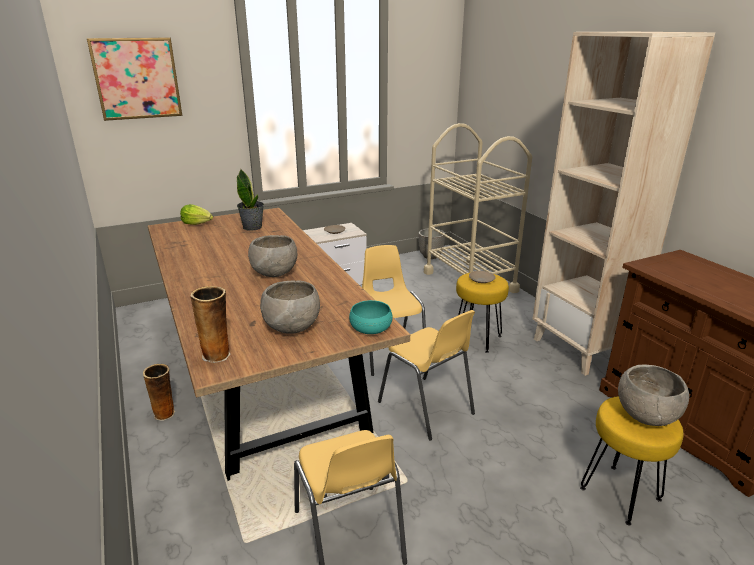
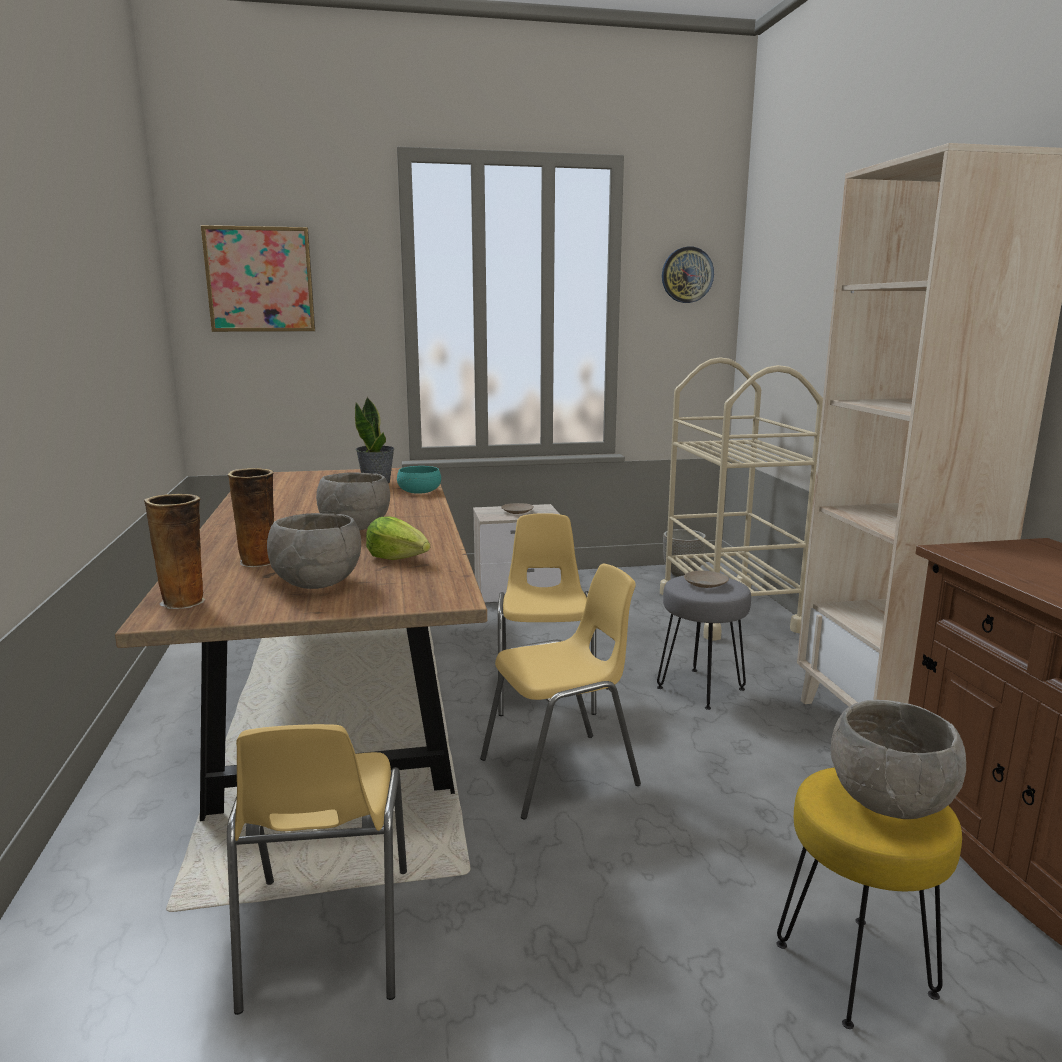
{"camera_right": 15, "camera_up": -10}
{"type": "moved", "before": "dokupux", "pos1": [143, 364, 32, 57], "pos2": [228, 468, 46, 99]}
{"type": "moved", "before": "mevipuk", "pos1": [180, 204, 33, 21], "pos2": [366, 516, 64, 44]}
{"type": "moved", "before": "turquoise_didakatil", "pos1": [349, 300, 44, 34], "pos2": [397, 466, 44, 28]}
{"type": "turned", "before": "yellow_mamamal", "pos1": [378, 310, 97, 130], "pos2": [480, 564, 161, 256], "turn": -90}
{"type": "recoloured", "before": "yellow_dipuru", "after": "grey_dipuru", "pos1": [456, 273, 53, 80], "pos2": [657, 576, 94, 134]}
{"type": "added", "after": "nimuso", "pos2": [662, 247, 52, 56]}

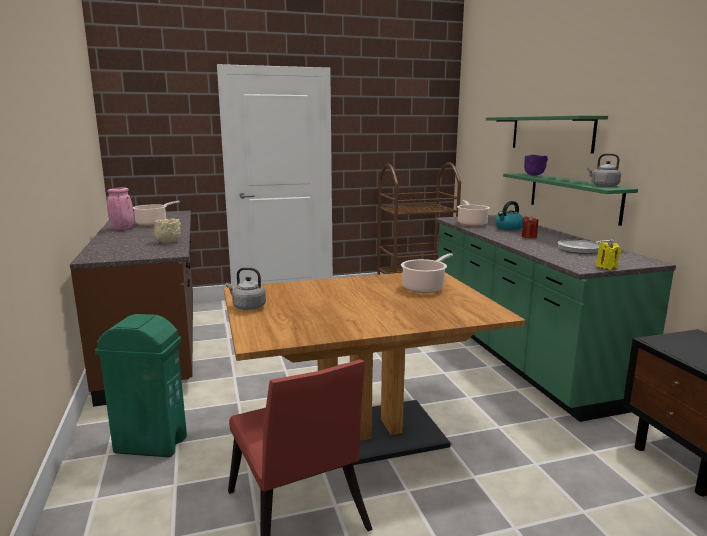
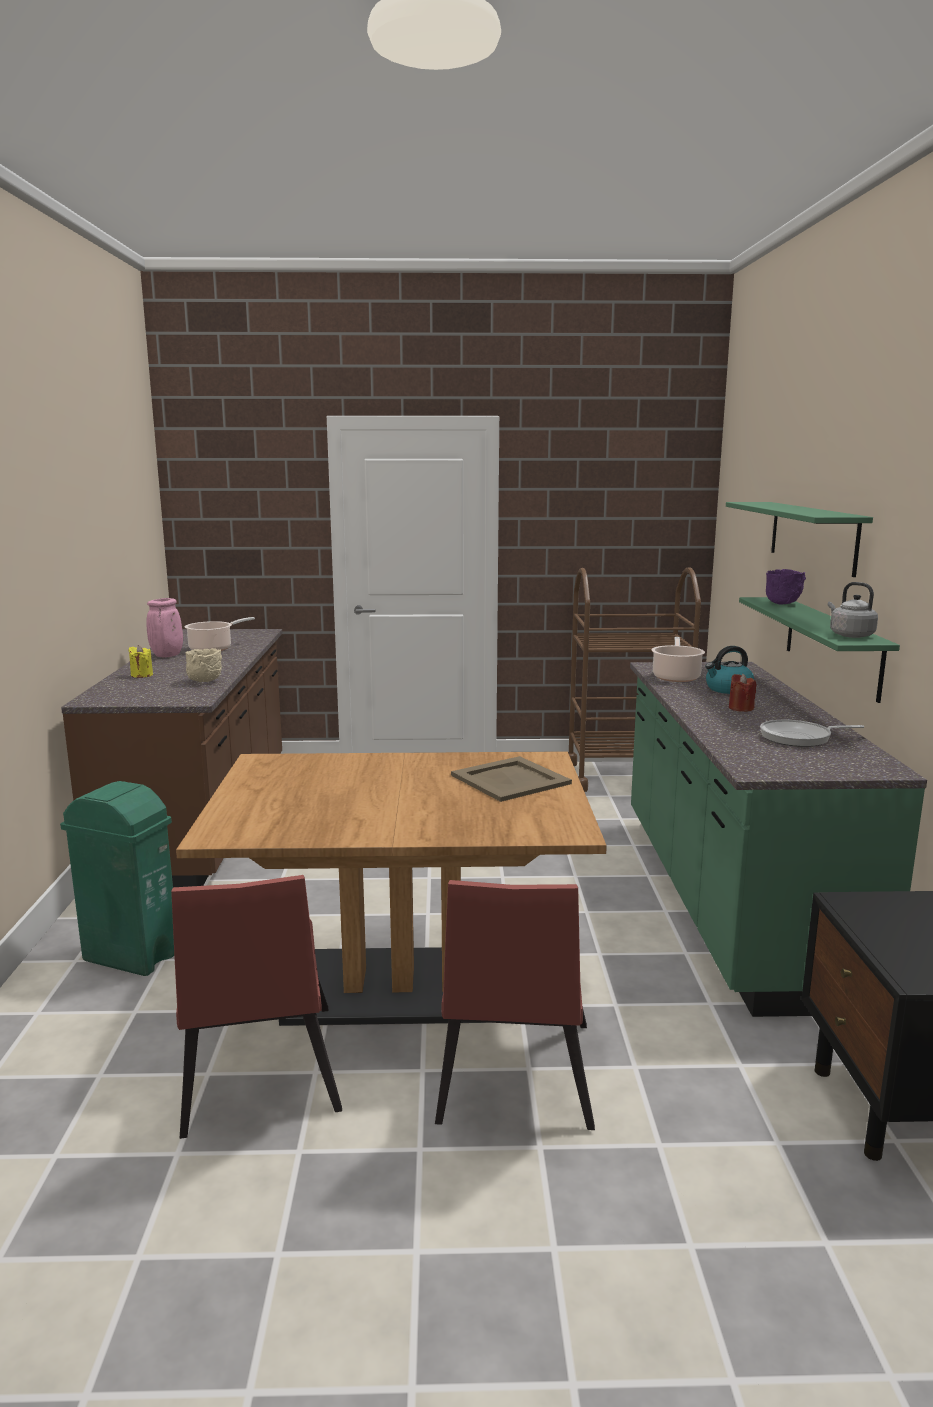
{"camera_right": 15, "camera_up": 0}
{"type": "removed", "before": "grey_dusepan", "pos1": [226, 267, 40, 43]}
{"type": "replaced", "before": "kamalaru", "after": "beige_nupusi", "pos1": [401, 253, 52, 40], "pos2": [451, 756, 121, 46]}
{"type": "moved", "before": "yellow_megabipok", "pos1": [596, 240, 25, 30], "pos2": [128, 645, 25, 33]}
{"type": "added", "after": "red_mamamal", "pos2": [435, 880, 160, 250]}

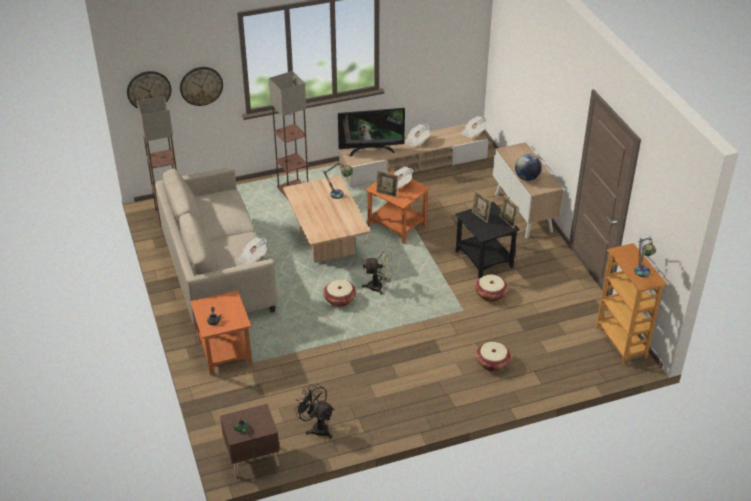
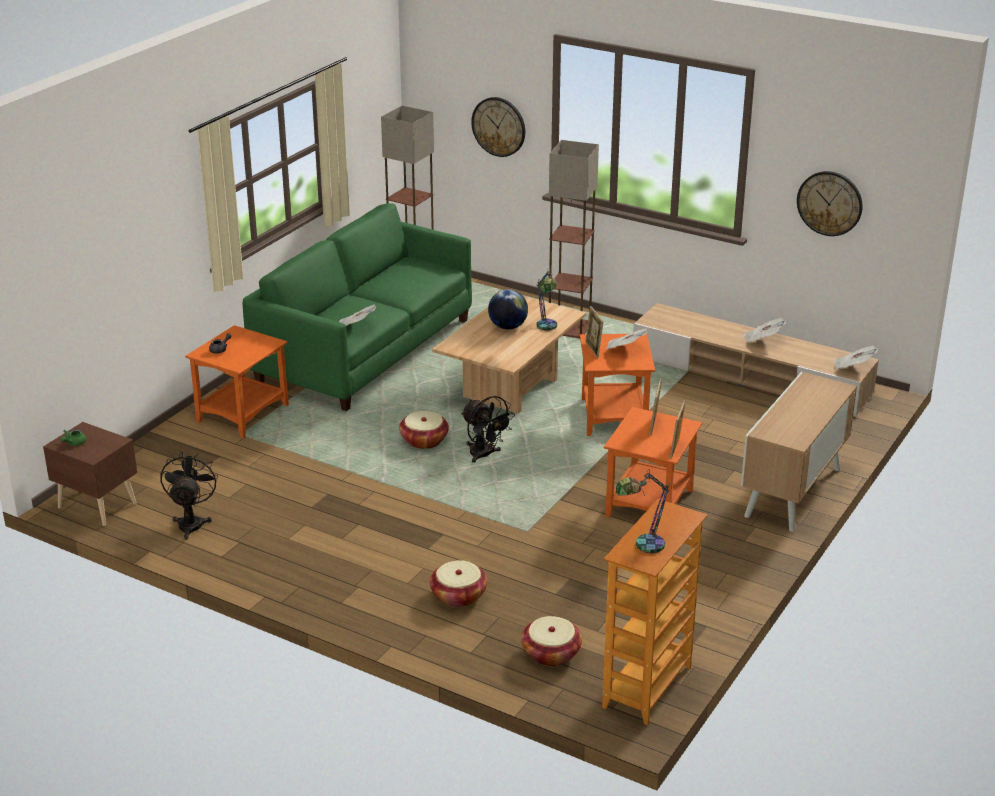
{"camera_right": 50, "camera_up": -10}
{"type": "moved", "before": "nimuso", "pos1": [127, 71, 44, 37], "pos2": [797, 171, 66, 65]}
{"type": "recoloured", "before": "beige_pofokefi", "after": "green_pofokefi", "pos1": [155, 167, 123, 162], "pos2": [243, 203, 229, 208]}
{"type": "removed", "before": "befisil", "pos1": [338, 108, 67, 49]}
{"type": "recoloured", "before": "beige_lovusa", "after": "black_lovusa", "pos1": [362, 249, 30, 45], "pos2": [461, 396, 54, 67]}
{"type": "recoloured", "before": "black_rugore", "after": "orange_rugore", "pos1": [455, 202, 65, 76], "pos2": [604, 407, 98, 111]}
{"type": "moved", "before": "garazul", "pos1": [475, 274, 33, 28], "pos2": [521, 616, 61, 50]}
{"type": "moved", "before": "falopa", "pos1": [515, 154, 27, 27], "pos2": [488, 289, 40, 40]}

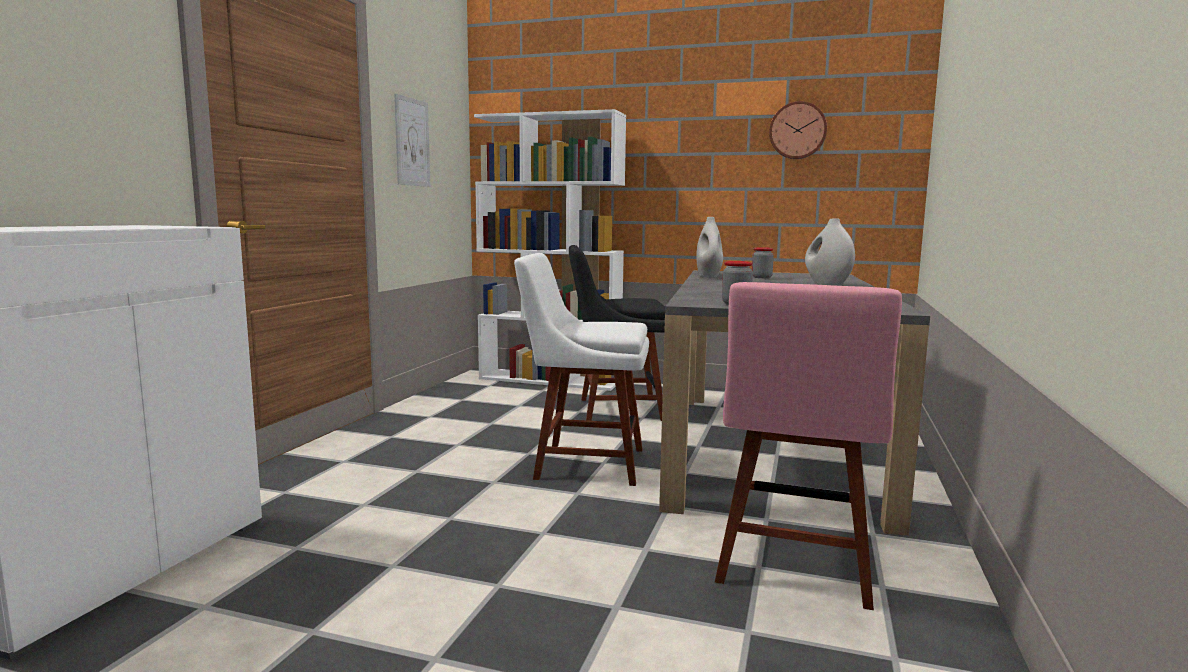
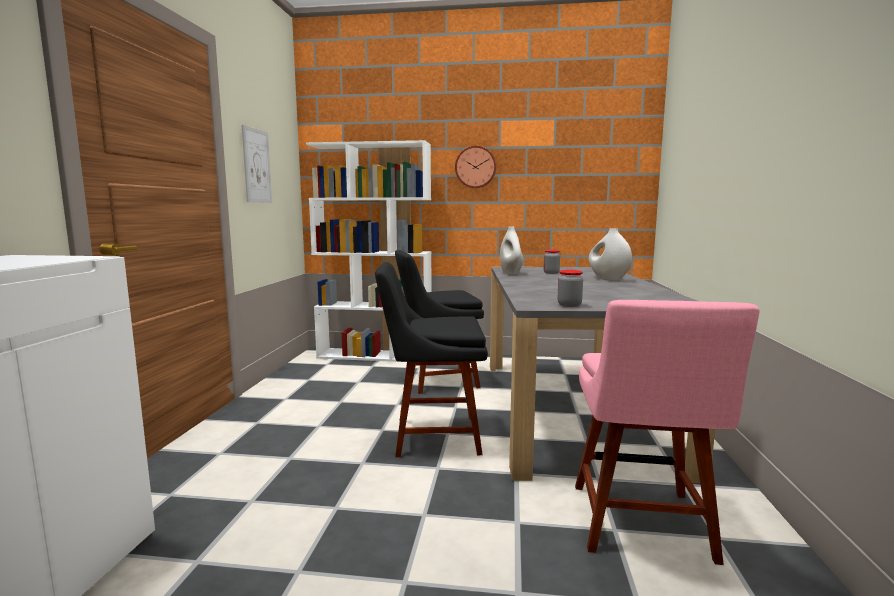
{"camera_right": -10, "camera_up": 0}
{"type": "recoloured", "before": "white_mamamal", "after": "black_mamamal", "pos1": [514, 253, 135, 233], "pos2": [375, 262, 113, 195]}
{"type": "moved", "before": "nimuso", "pos1": [769, 101, 58, 58], "pos2": [455, 146, 41, 42]}

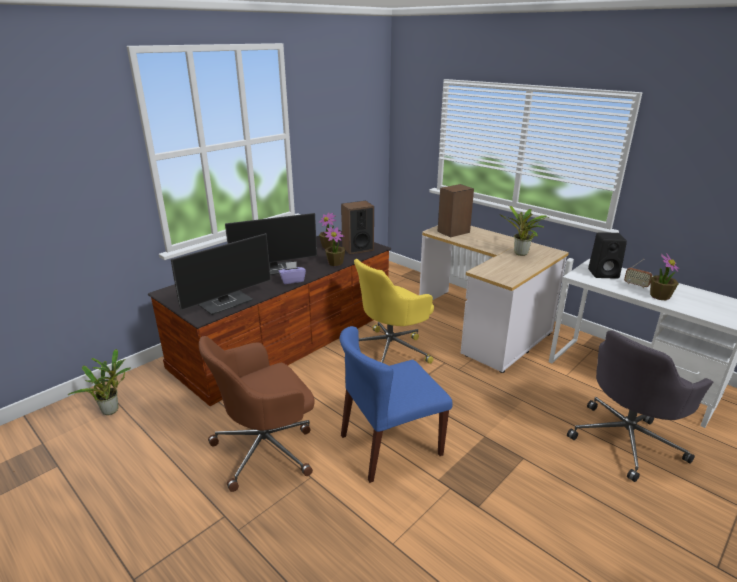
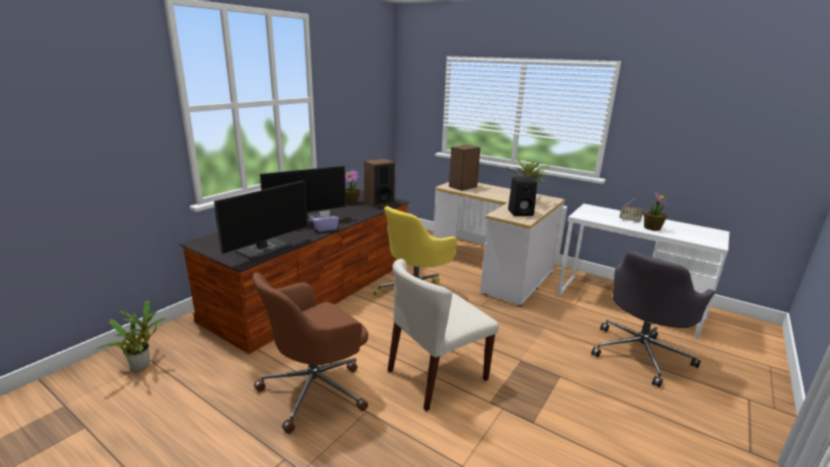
{"camera_right": -10, "camera_up": -5}
{"type": "removed", "before": "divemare", "pos1": [324, 227, 21, 39]}
{"type": "recoloured", "before": "blue_mamamal", "after": "beige_mamamal", "pos1": [340, 326, 113, 157], "pos2": [388, 259, 111, 152]}
{"type": "moved", "before": "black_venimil", "pos1": [588, 232, 39, 47], "pos2": [508, 176, 29, 40]}

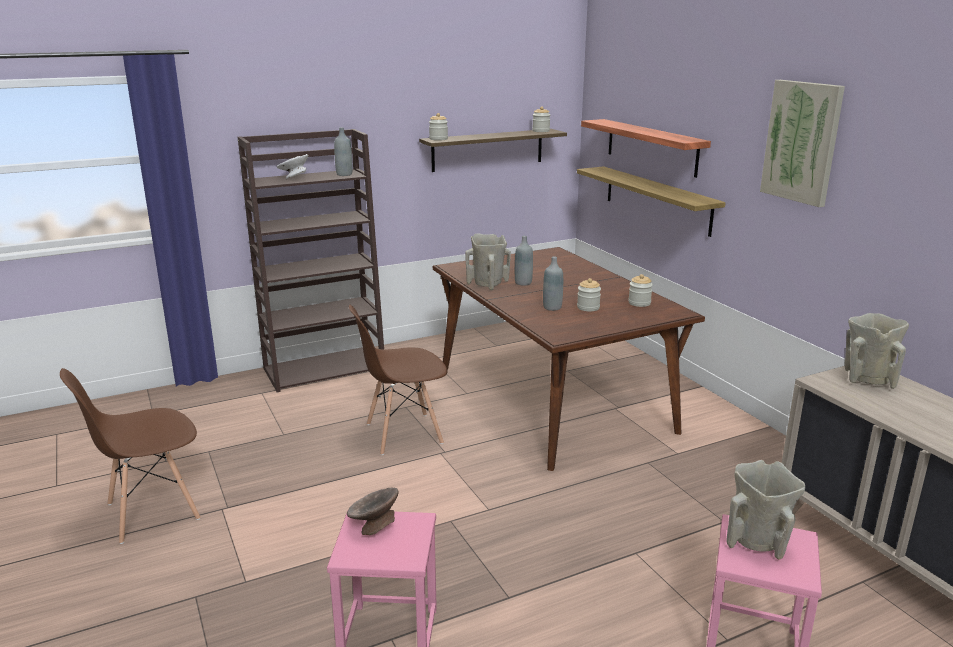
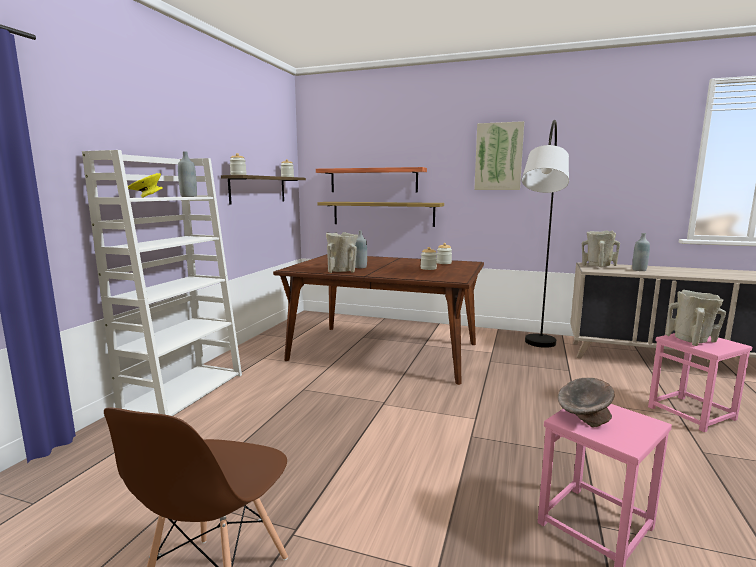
{"camera_right": -45, "camera_up": -10}
{"type": "recoloured", "before": "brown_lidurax", "after": "white_lidurax", "pos1": [238, 129, 146, 263], "pos2": [82, 150, 160, 266]}
{"type": "recoloured", "before": "white_didakatil", "after": "yellow_didakatil", "pos1": [277, 154, 31, 25], "pos2": [128, 173, 35, 25]}
{"type": "removed", "before": "brown_mamamal", "pos1": [349, 305, 99, 150]}
{"type": "moved", "before": "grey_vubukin", "pos1": [543, 257, 20, 54], "pos2": [632, 233, 18, 38]}
{"type": "added", "after": "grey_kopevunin", "pos2": [522, 120, 47, 228]}

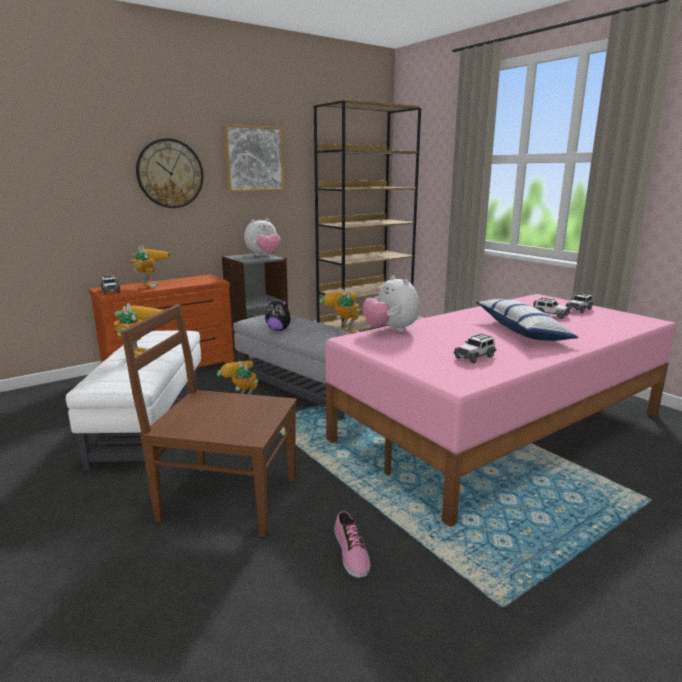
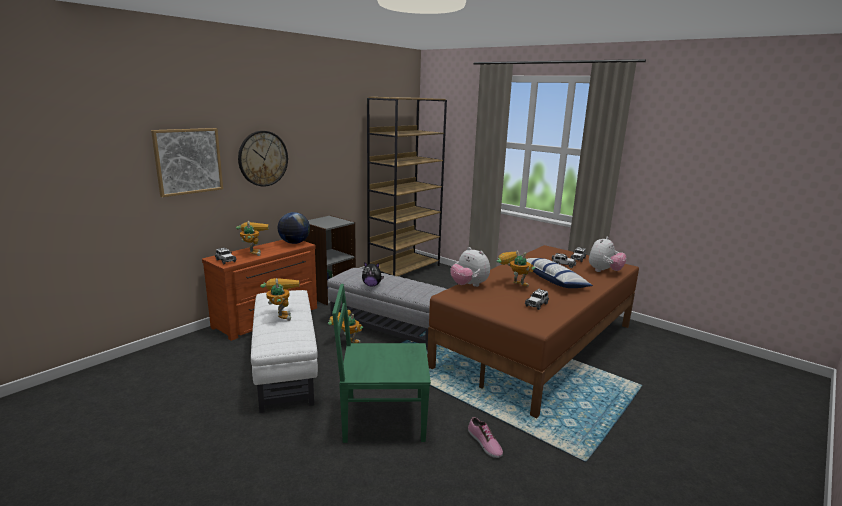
{"camera_right": -15, "camera_up": 0}
{"type": "recoloured", "before": "brown_mamamal", "after": "green_mamamal", "pos1": [121, 304, 176, 233], "pos2": [332, 284, 99, 159]}
{"type": "moved", "before": "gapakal", "pos1": [223, 124, 61, 68], "pos2": [151, 128, 72, 69]}
{"type": "moved", "before": "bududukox", "pos1": [244, 218, 37, 38], "pos2": [589, 237, 38, 35]}
{"type": "moved", "before": "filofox", "pos1": [319, 289, 41, 45], "pos2": [496, 251, 39, 36]}
{"type": "recoloured", "before": "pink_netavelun", "after": "brown_netavelun", "pos1": [325, 294, 351, 233], "pos2": [427, 245, 212, 173]}
{"type": "added", "after": "falopa", "pos2": [278, 212, 32, 32]}

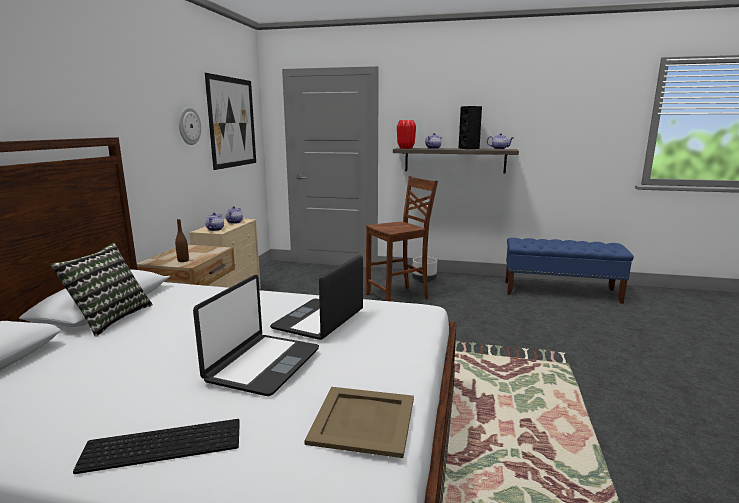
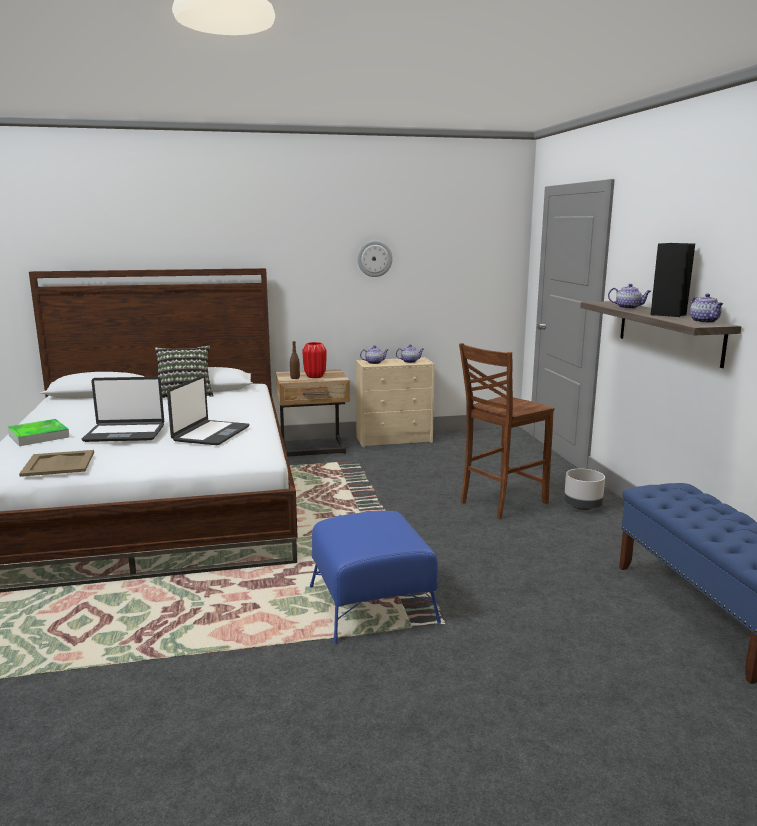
{"camera_right": 65, "camera_up": 0}
{"type": "replaced", "before": "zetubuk", "after": "nupusi", "pos1": [73, 419, 167, 55], "pos2": [8, 419, 62, 27]}
{"type": "removed", "before": "gapakal", "pos1": [205, 73, 51, 97]}
{"type": "turned", "before": "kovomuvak", "pos1": [270, 255, 93, 85], "pos2": [167, 375, 83, 70], "turn": 105}
{"type": "turned", "before": "brown_mamamal", "pos1": [366, 176, 72, 125], "pos2": [459, 343, 95, 176], "turn": 105}
{"type": "moved", "before": "red_dokupux", "pos1": [397, 120, 19, 29], "pos2": [302, 342, 25, 36]}
{"type": "added", "after": "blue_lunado", "pos2": [310, 511, 131, 133]}

